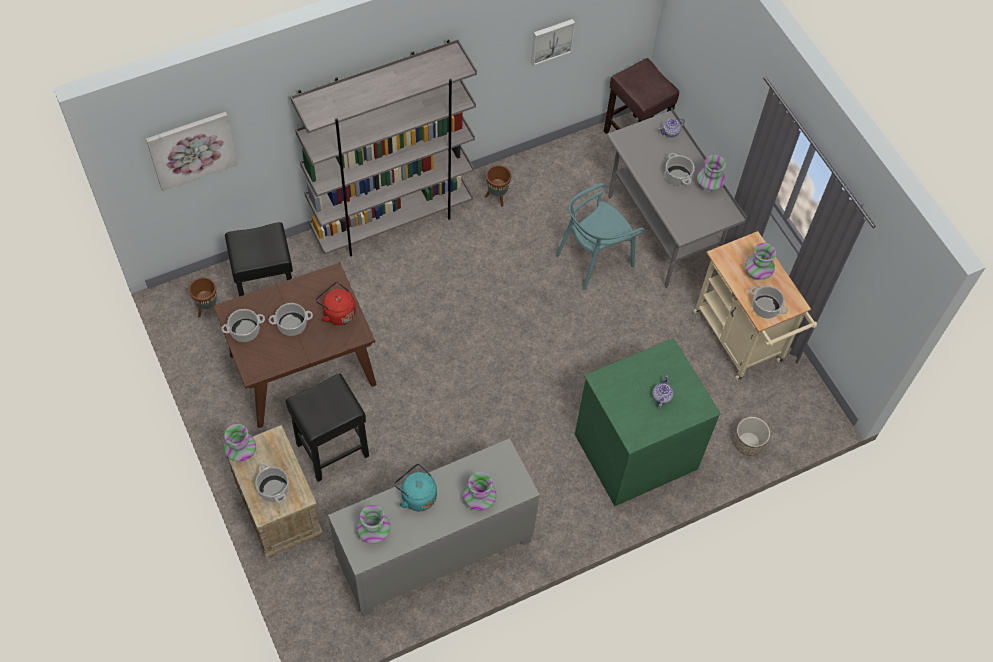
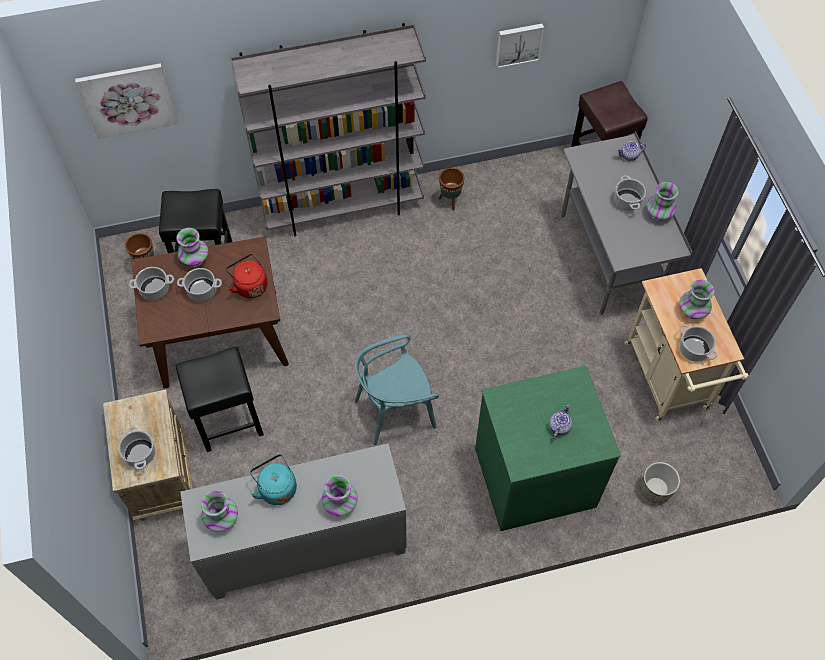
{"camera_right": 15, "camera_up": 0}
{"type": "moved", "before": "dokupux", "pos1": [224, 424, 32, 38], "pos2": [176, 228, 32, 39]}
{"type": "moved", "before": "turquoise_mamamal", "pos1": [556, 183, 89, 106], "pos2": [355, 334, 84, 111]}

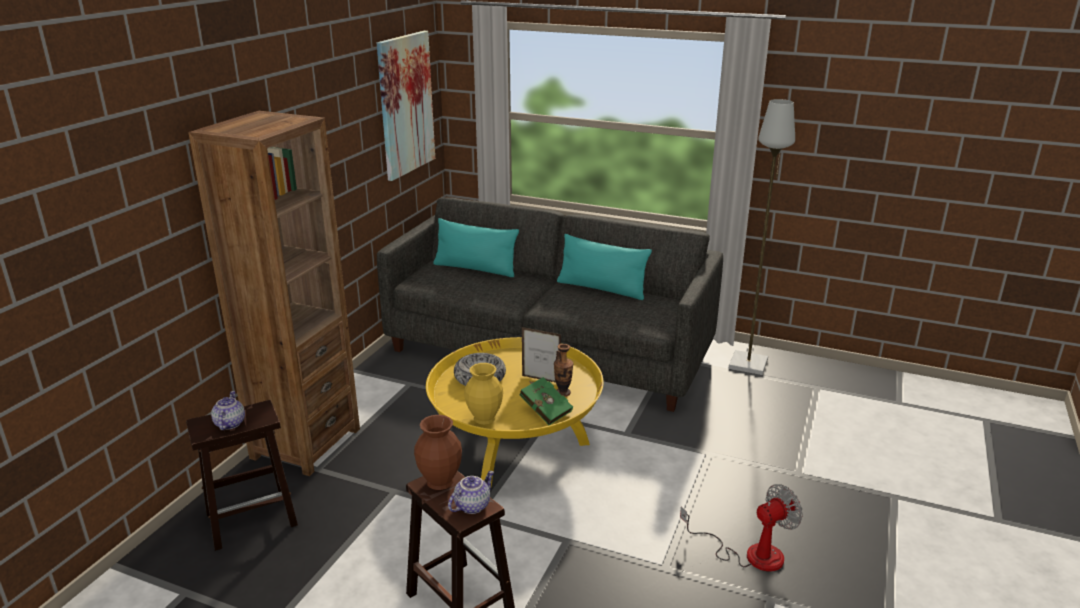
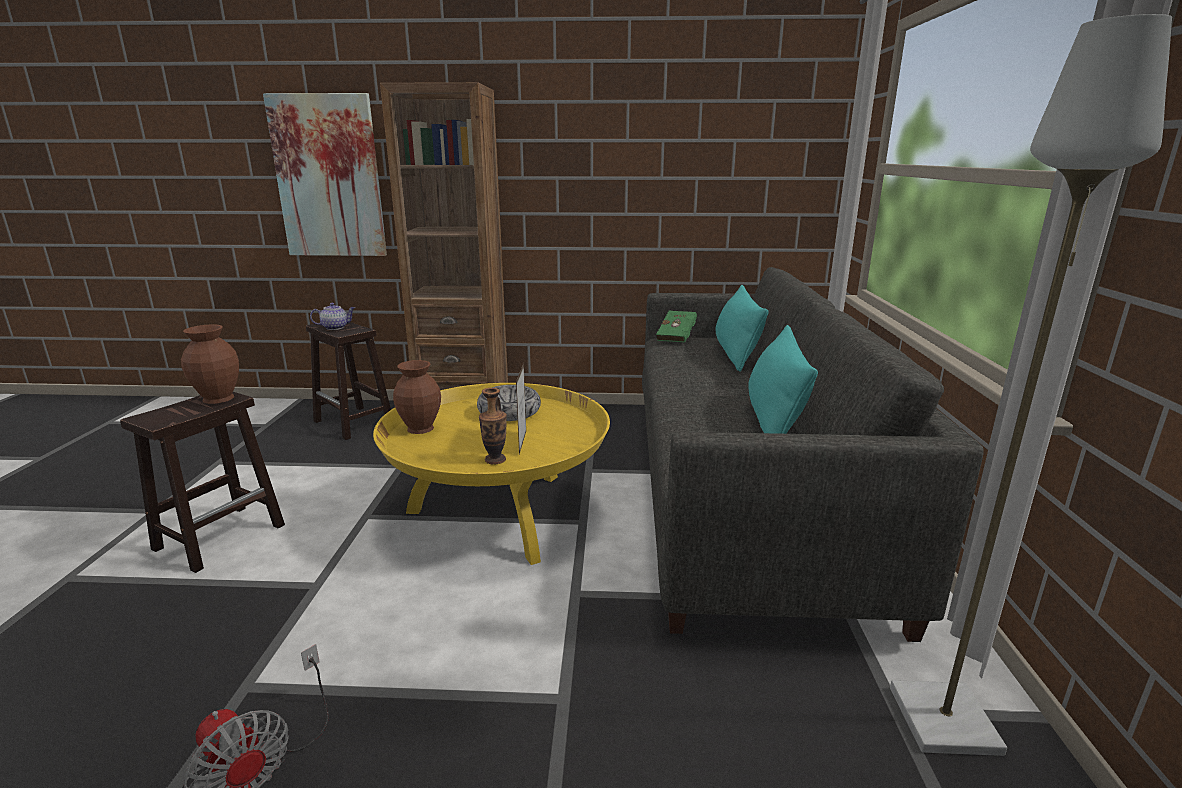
{"camera_right": 70, "camera_up": -5}
{"type": "moved", "before": "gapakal", "pos1": [377, 31, 58, 150], "pos2": [263, 93, 124, 163]}
{"type": "removed", "before": "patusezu", "pos1": [448, 471, 46, 43]}
{"type": "recoloured", "before": "yellow_dokupux", "after": "brown_dokupux", "pos1": [464, 363, 39, 62], "pos2": [393, 360, 48, 74]}
{"type": "moved", "before": "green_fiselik", "pos1": [519, 377, 54, 48], "pos2": [656, 311, 41, 31]}

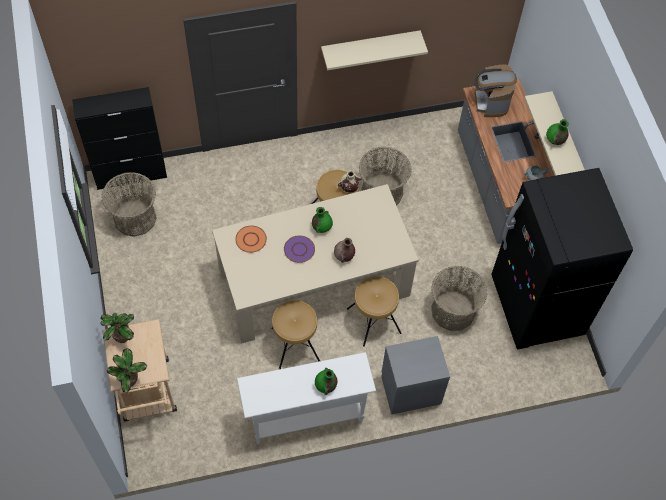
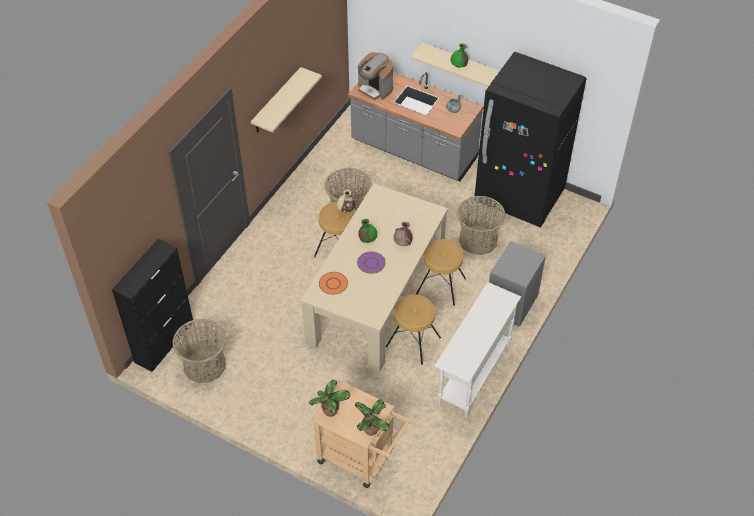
{"camera_right": -45, "camera_up": -10}
{"type": "removed", "before": "green_dokupux", "pos1": [315, 368, 22, 27]}

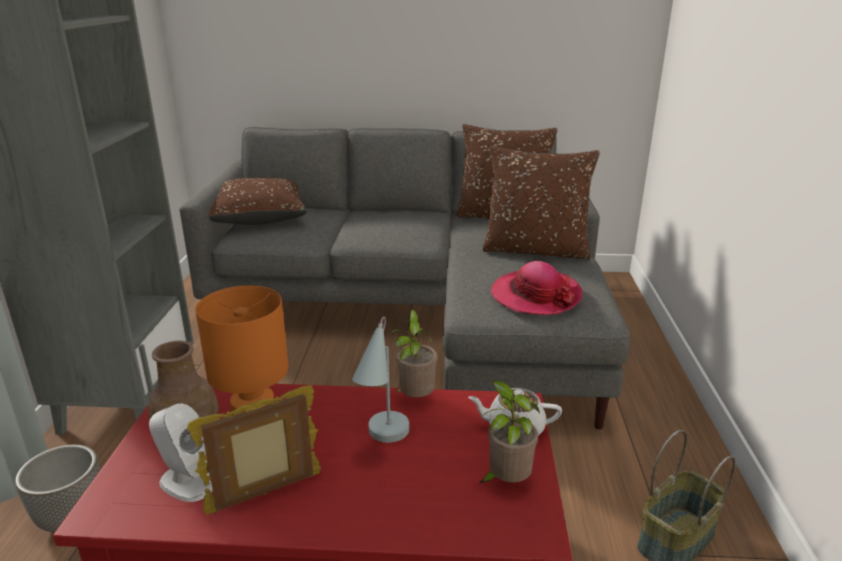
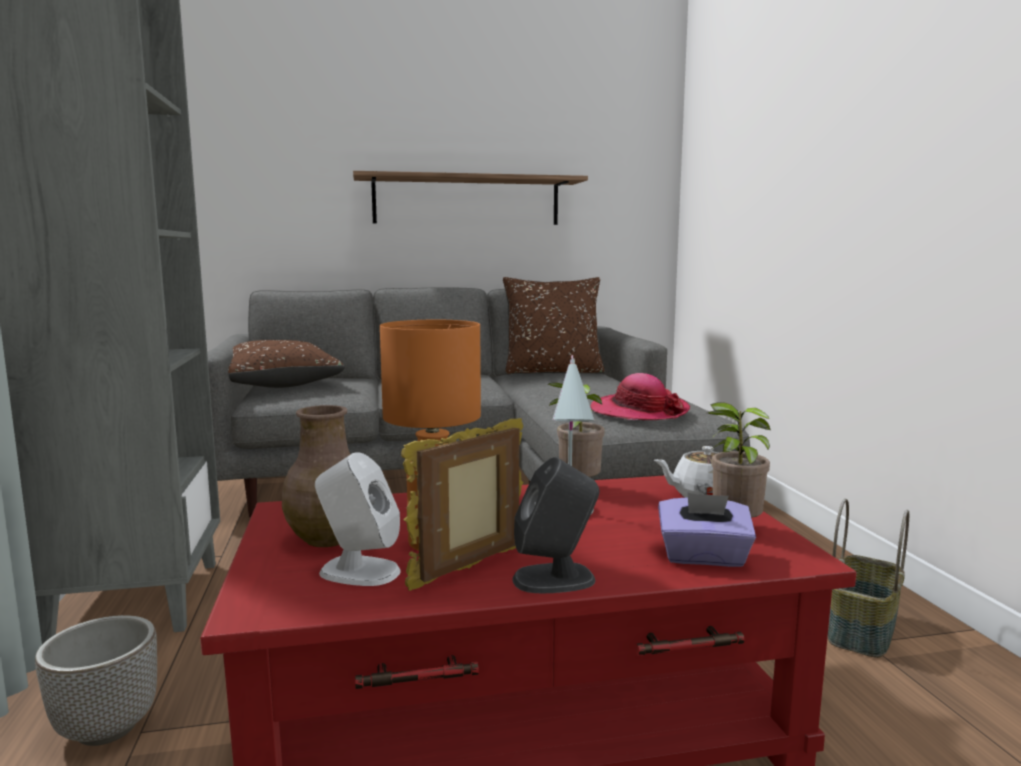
{"camera_right": -15, "camera_up": -15}
{"type": "removed", "before": "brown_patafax", "pos1": [483, 145, 117, 115]}
{"type": "added", "after": "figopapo", "pos2": [353, 171, 235, 54]}
{"type": "added", "after": "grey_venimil", "pos2": [512, 457, 88, 136]}
{"type": "added", "after": "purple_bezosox", "pos2": [658, 493, 98, 74]}

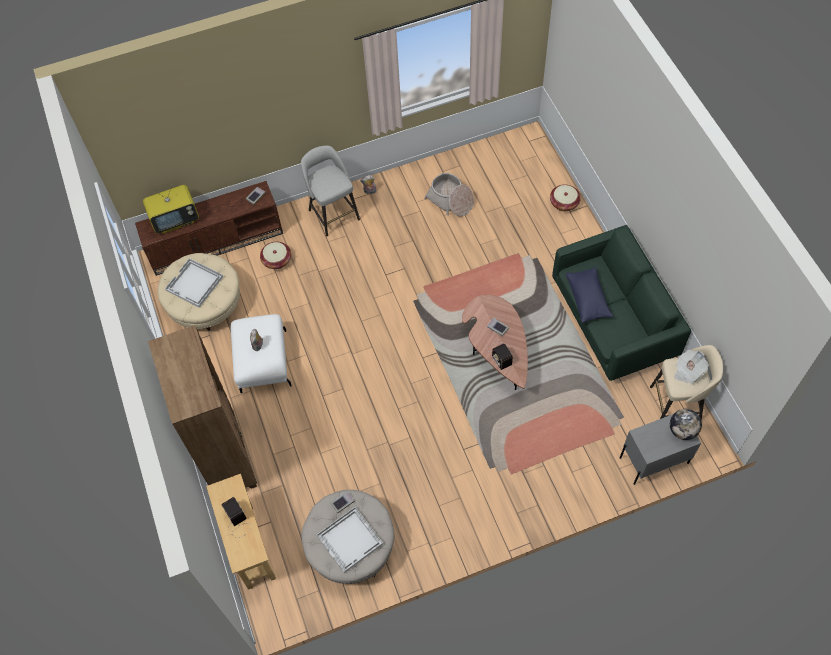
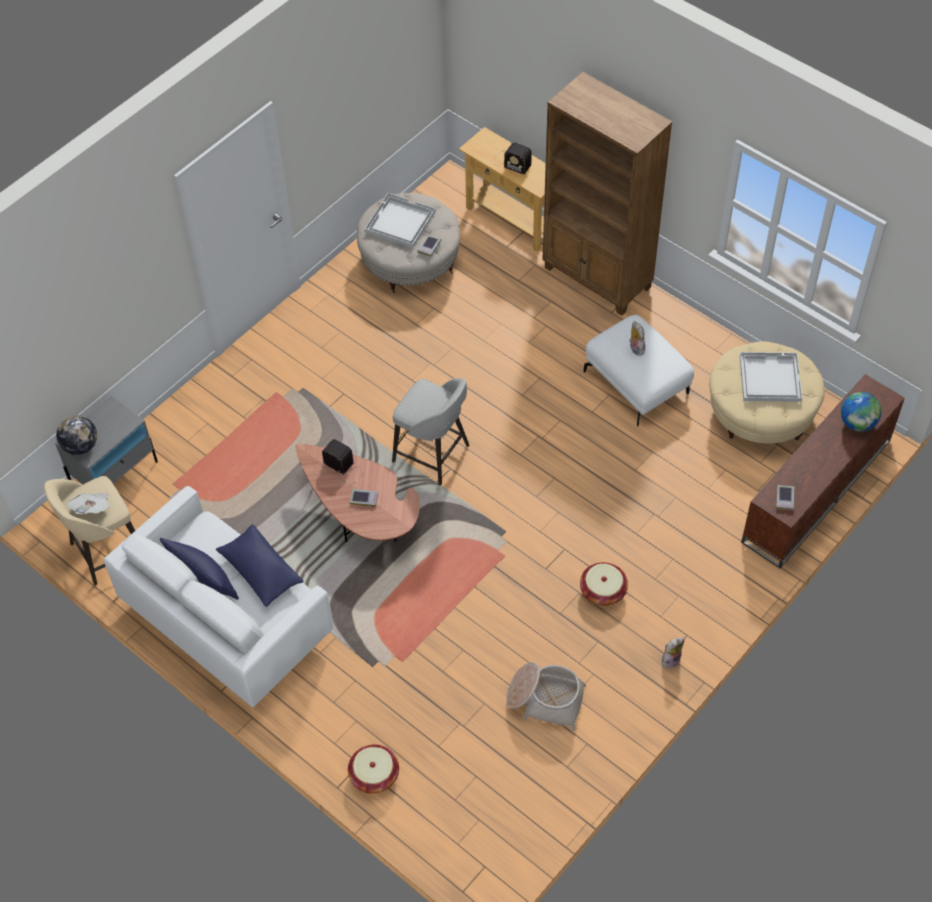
{"camera_right": 150, "camera_up": -5}
{"type": "replaced", "before": "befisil", "after": "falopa", "pos1": [143, 184, 56, 50], "pos2": [841, 392, 40, 40]}
{"type": "moved", "before": "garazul", "pos1": [260, 242, 31, 27], "pos2": [580, 562, 48, 44]}
{"type": "moved", "before": "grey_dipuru", "pos1": [301, 145, 59, 91], "pos2": [392, 378, 77, 107]}
{"type": "recoloured", "before": "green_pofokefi", "after": "white_pofokefi", "pos1": [552, 225, 139, 156], "pos2": [103, 486, 230, 221]}
{"type": "added", "after": "blue_patafax", "pos2": [160, 538, 79, 62]}

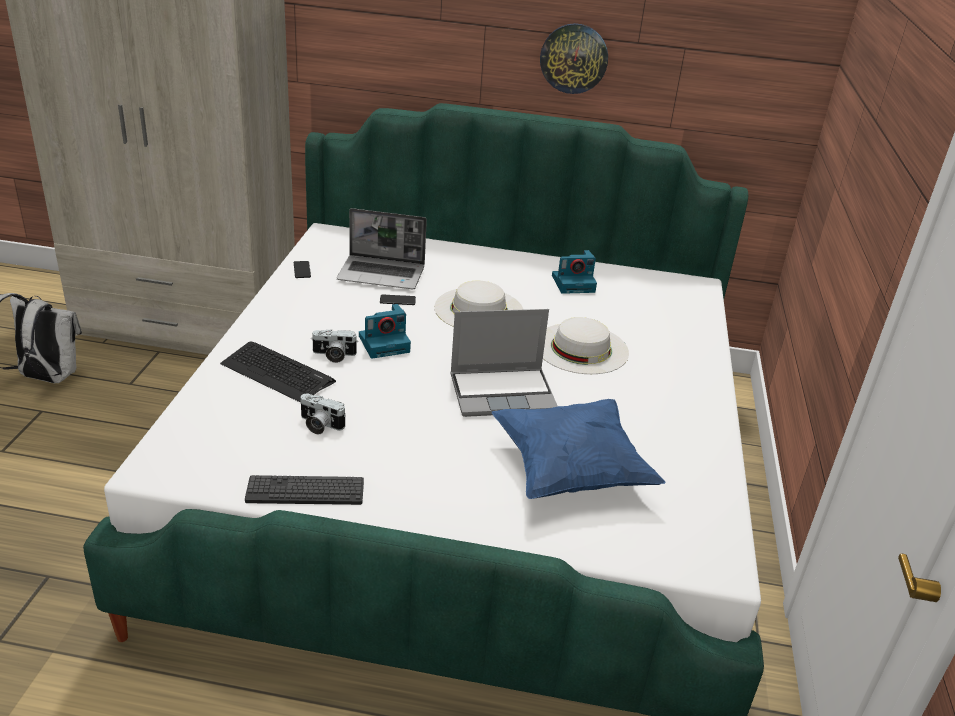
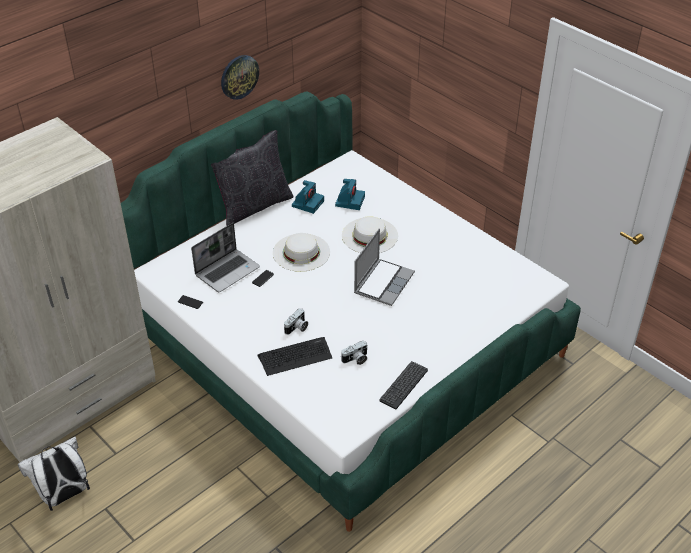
{"camera_right": -50, "camera_up": 10}
{"type": "moved", "before": "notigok", "pos1": [359, 304, 52, 55], "pos2": [335, 179, 30, 31]}
{"type": "removed", "before": "blue_patafax", "pos1": [492, 399, 174, 100]}
{"type": "added", "after": "black_patafax", "pos2": [211, 130, 83, 96]}

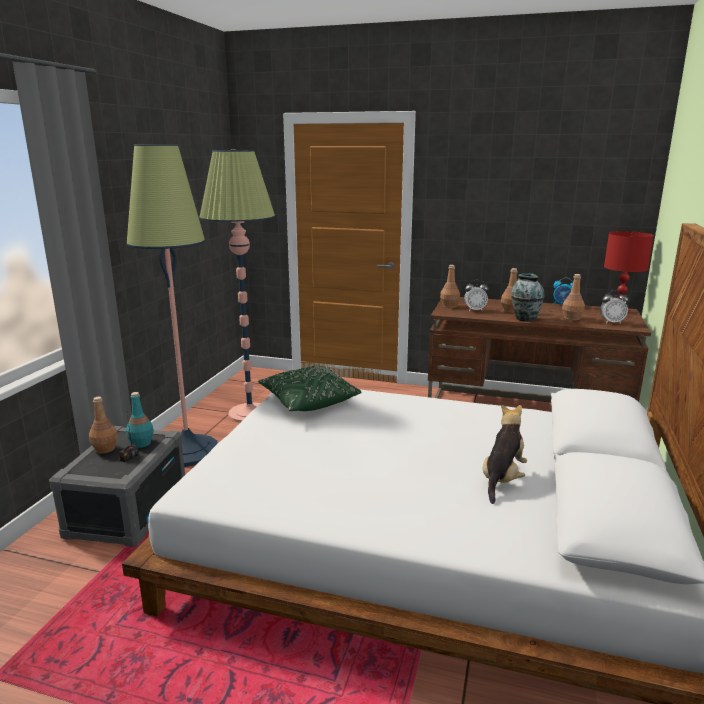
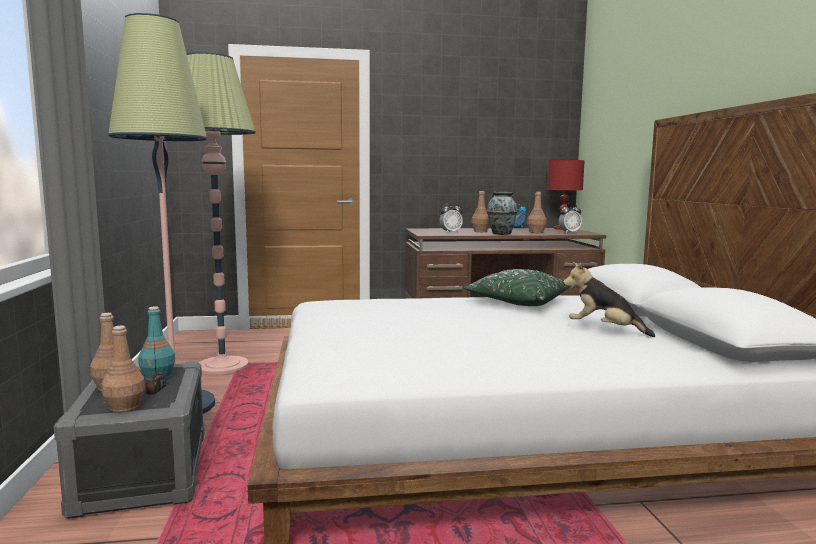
{"camera_right": -25, "camera_up": -10}
{"type": "moved", "before": "green_patafax", "pos1": [258, 366, 103, 45], "pos2": [464, 269, 106, 37]}
{"type": "moved", "before": "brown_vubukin", "pos1": [440, 265, 20, 43], "pos2": [101, 326, 44, 87]}
{"type": "turned", "before": "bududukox", "pos1": [483, 404, 44, 100], "pos2": [563, 262, 92, 75], "turn": -60}

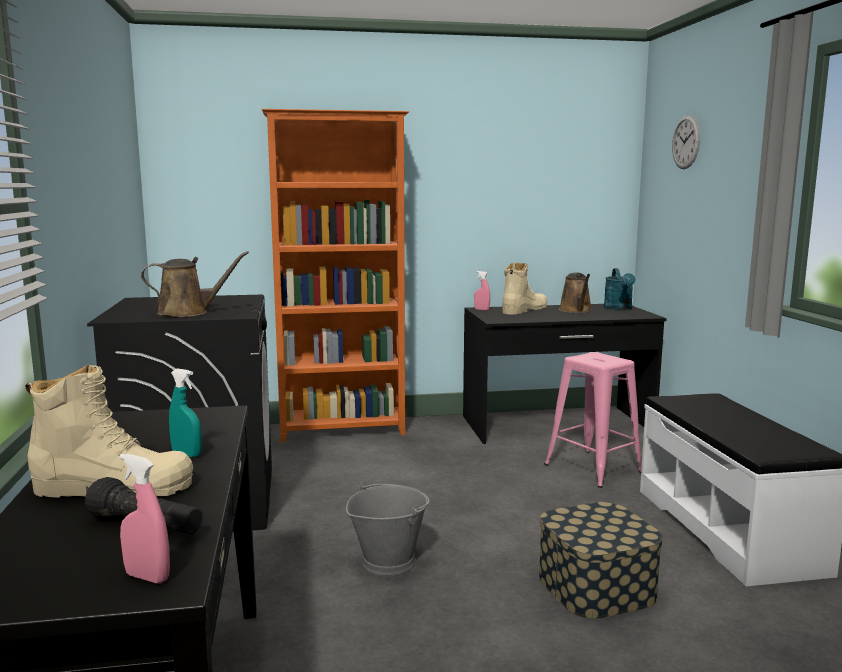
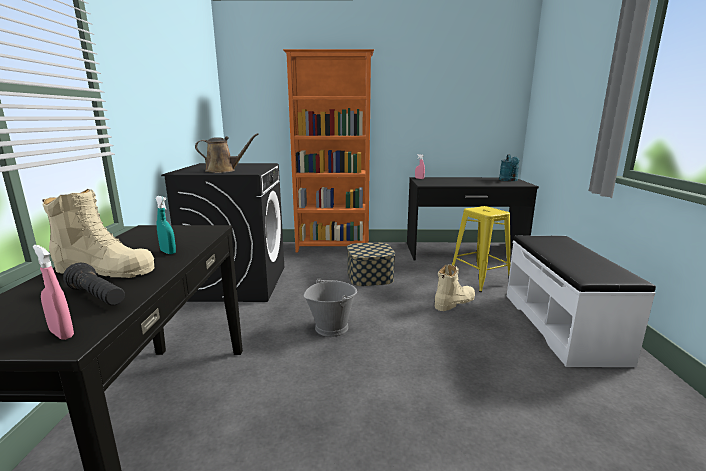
{"camera_right": 10, "camera_up": 5}
{"type": "moved", "before": "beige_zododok", "pos1": [502, 263, 45, 52], "pos2": [435, 265, 40, 46]}
{"type": "moved", "before": "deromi", "pos1": [539, 502, 124, 117], "pos2": [347, 242, 48, 44]}
{"type": "recoloured", "before": "pink_dipuru", "after": "yellow_dipuru", "pos1": [545, 352, 97, 136], "pos2": [452, 206, 59, 86]}
{"type": "removed", "before": "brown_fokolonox", "pos1": [559, 272, 33, 41]}
{"type": "removed", "before": "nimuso", "pos1": [672, 115, 28, 54]}

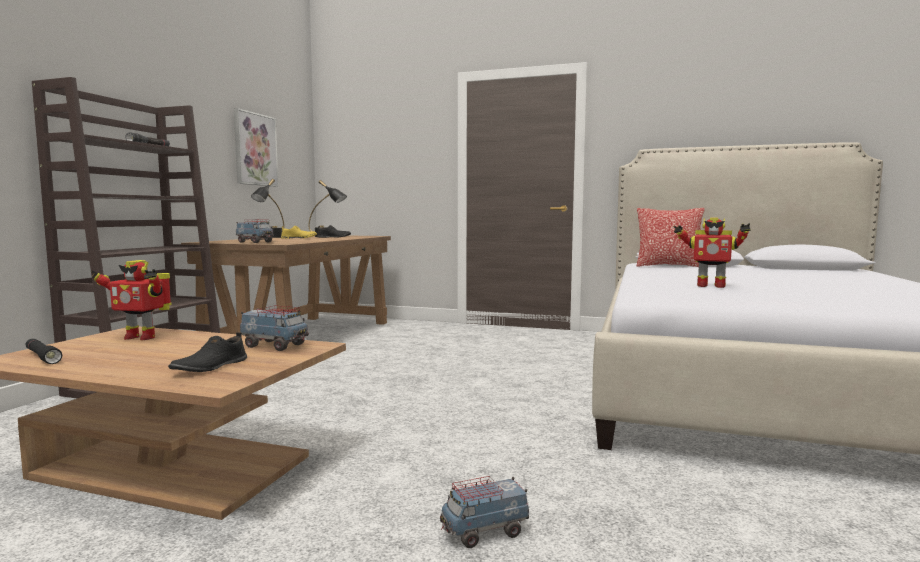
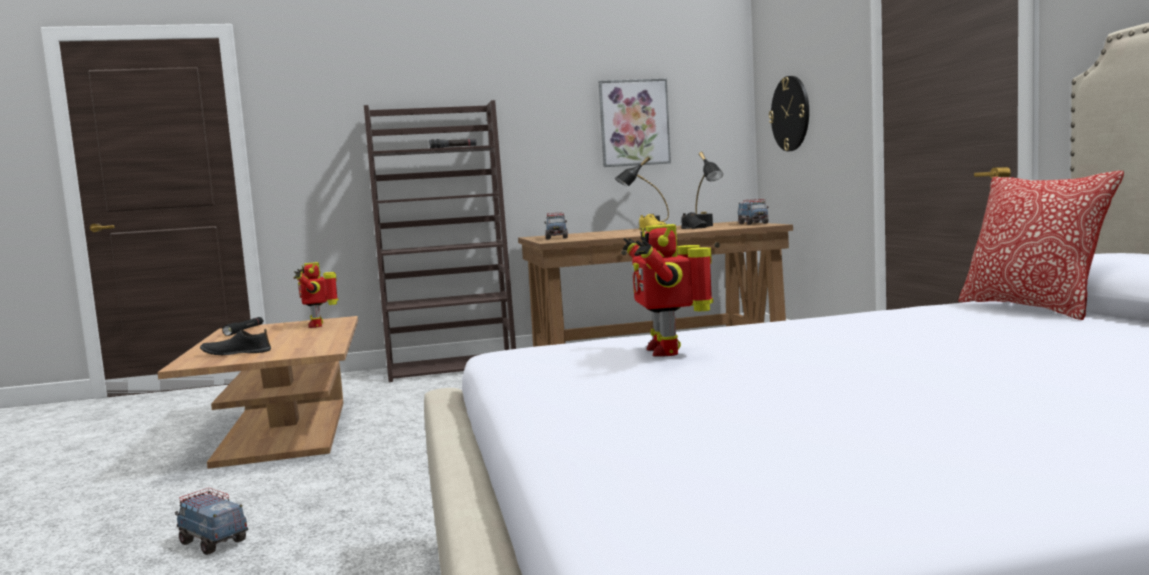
{"camera_right": 60, "camera_up": 0}
{"type": "moved", "before": "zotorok", "pos1": [240, 306, 69, 45], "pos2": [738, 199, 31, 26]}
{"type": "added", "after": "nimuso", "pos2": [769, 76, 40, 75]}

